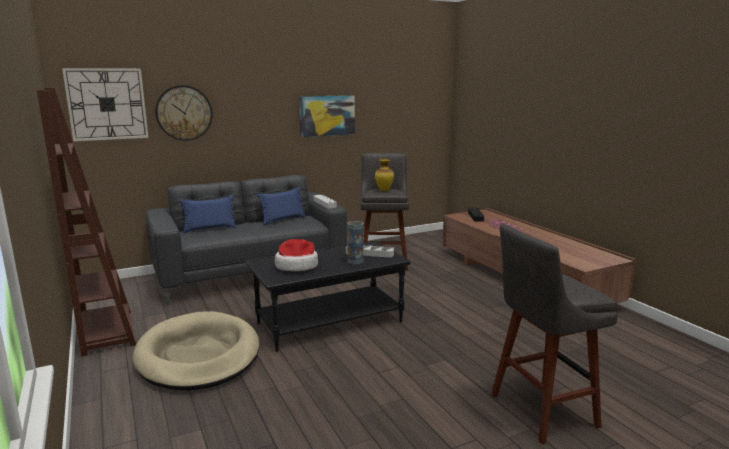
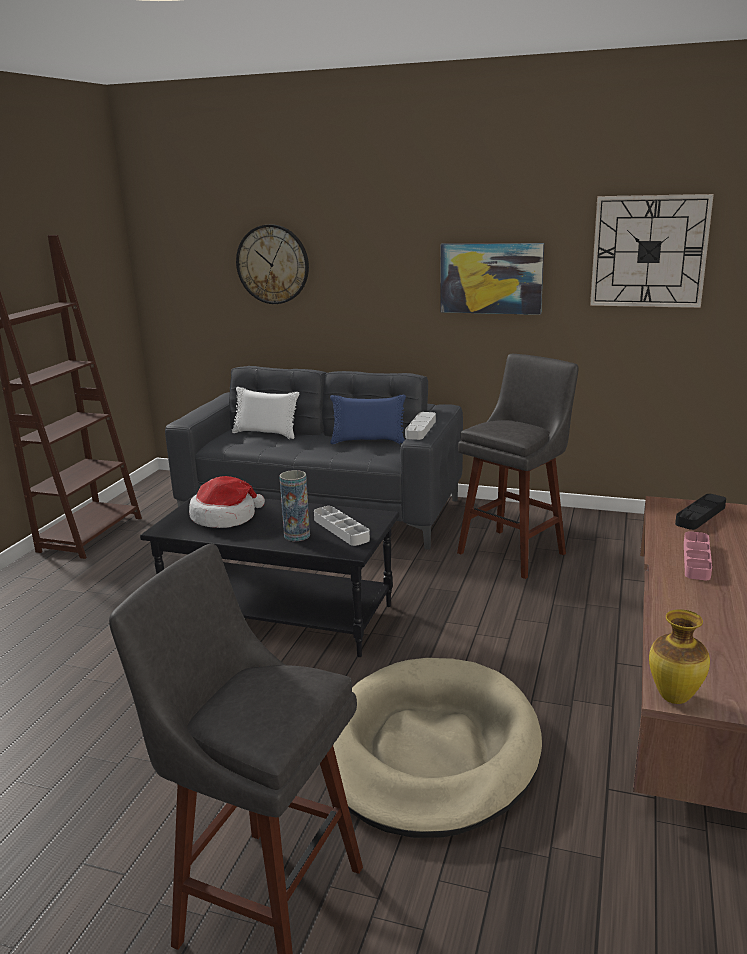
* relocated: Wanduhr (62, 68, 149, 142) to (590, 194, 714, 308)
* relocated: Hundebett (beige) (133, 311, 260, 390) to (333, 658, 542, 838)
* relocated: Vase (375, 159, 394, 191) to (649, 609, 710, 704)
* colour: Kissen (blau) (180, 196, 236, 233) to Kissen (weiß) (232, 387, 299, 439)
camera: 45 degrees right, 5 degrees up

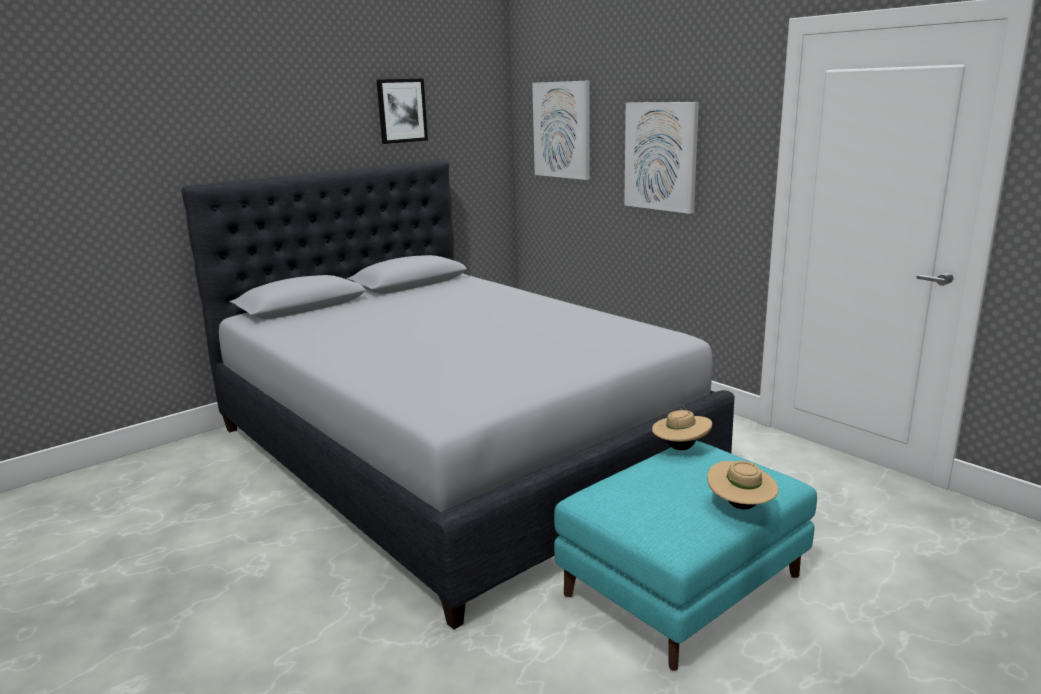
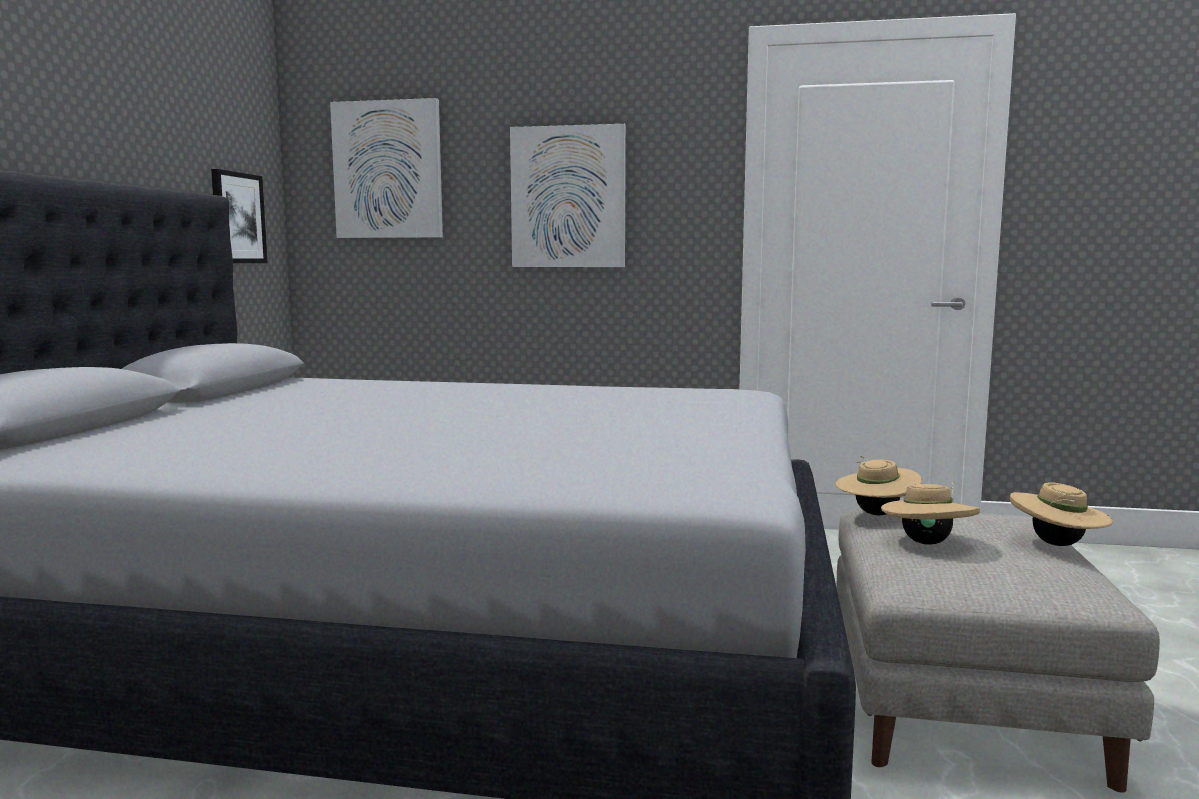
* appeared: Hut (beige) (881, 482, 980, 545)
* relocated: Bild (377, 78, 428, 144) to (211, 169, 268, 263)
* colour: Polsterhocker (türkis) (554, 441, 817, 671) to Polsterhocker (grau) (837, 509, 1160, 793)
camera: 40 degrees left, 10 degrees down

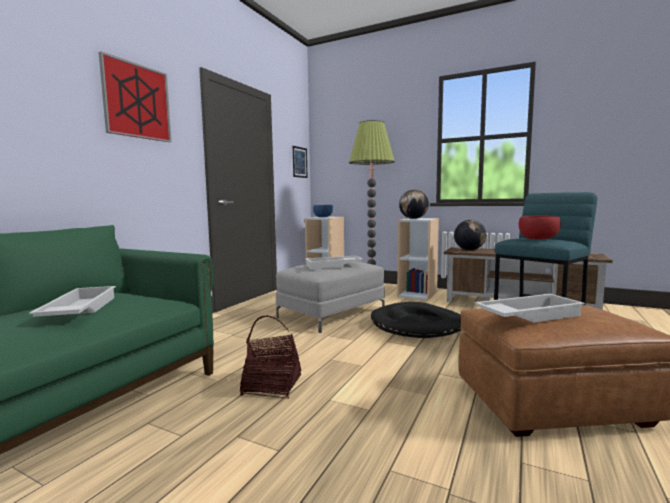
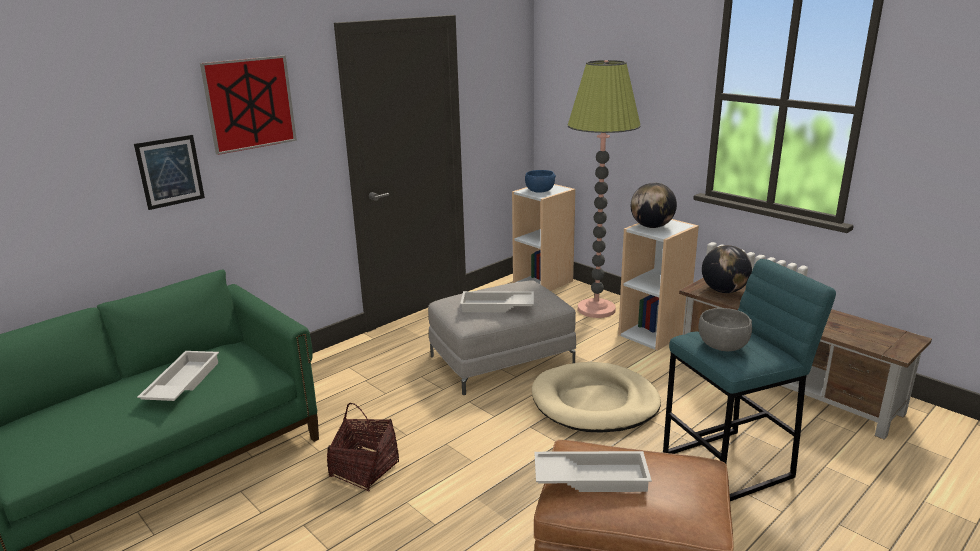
* relocated: Bild (293, 146, 308, 178) to (134, 135, 205, 210)
* colour: Hundebett (schwarz) (371, 302, 461, 338) to Hundebett (beige) (532, 362, 661, 433)
* colour: Schüssel (rot) (519, 216, 561, 239) to Schüssel (grau) (699, 308, 752, 351)
camera: 20 degrees right, 15 degrees up

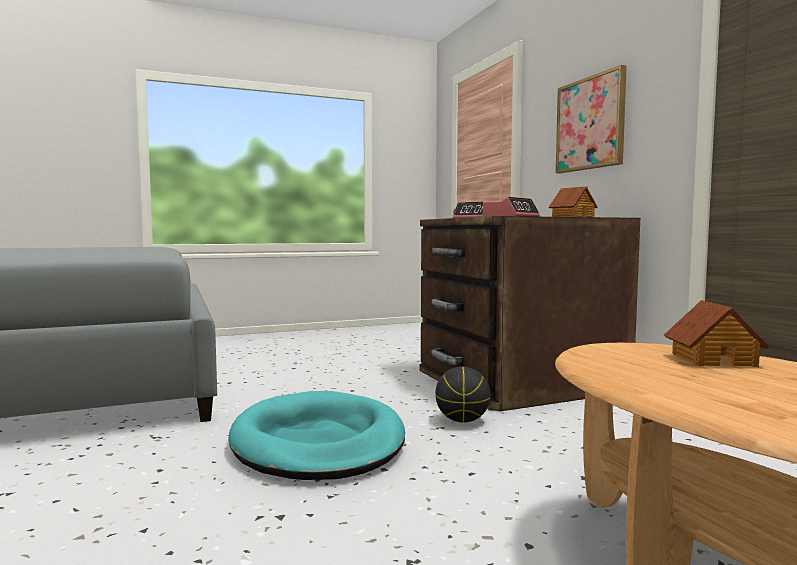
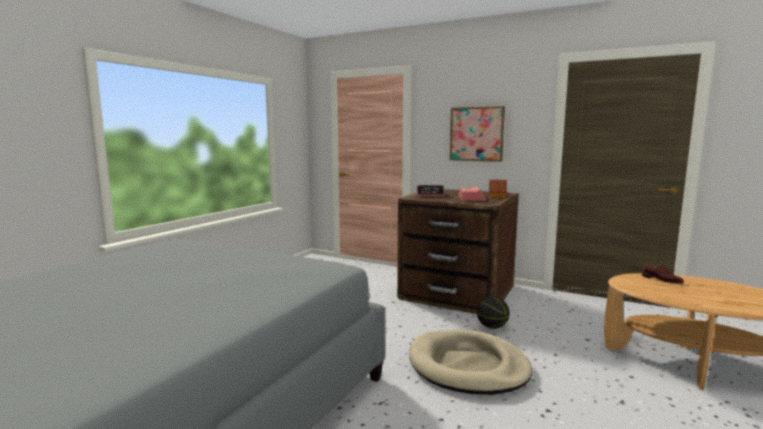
* exchanged: Spielzeughaus (664, 300, 769, 367) to Schuh (braun) (642, 263, 684, 284)
* colour: Hundebett (türkis) (228, 391, 405, 480) to Hundebett (beige) (409, 329, 532, 395)
camera: 40 degrees left, 5 degrees up

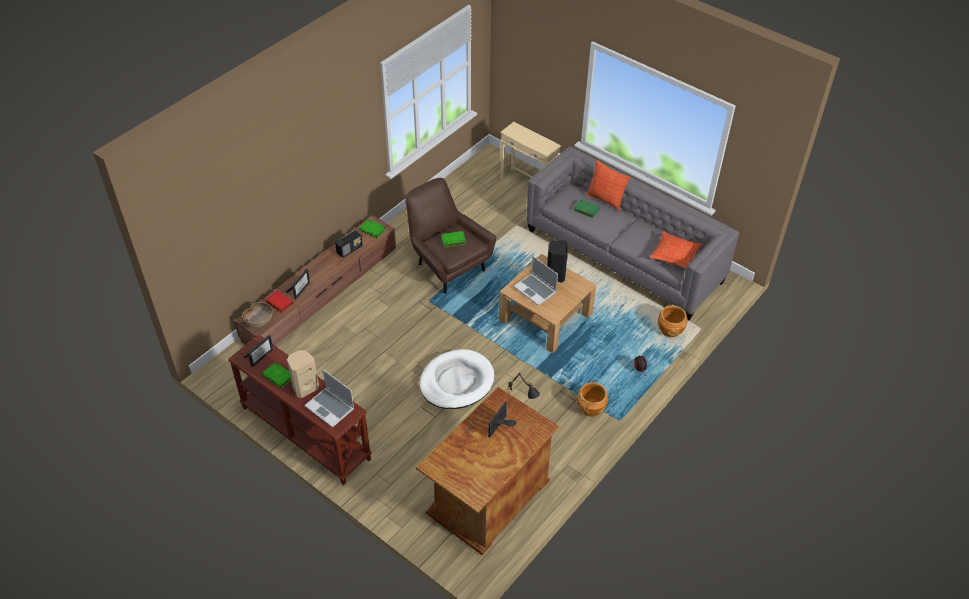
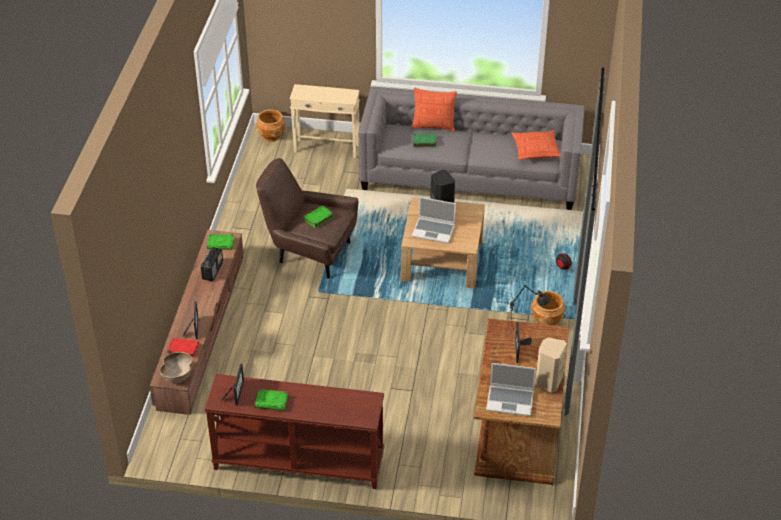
* missing: Hundebett (weiß) (419, 349, 494, 409)
* relocated: Lautsprecher (beige) (287, 350, 319, 398) to (536, 337, 567, 393)
* relocated: Laptop (304, 370, 354, 428) to (486, 363, 536, 416)
* relocated: Pflanzkübel (braun) (657, 305, 688, 338) to (256, 109, 285, 142)
camera: 30 degrees left, 5 degrees down

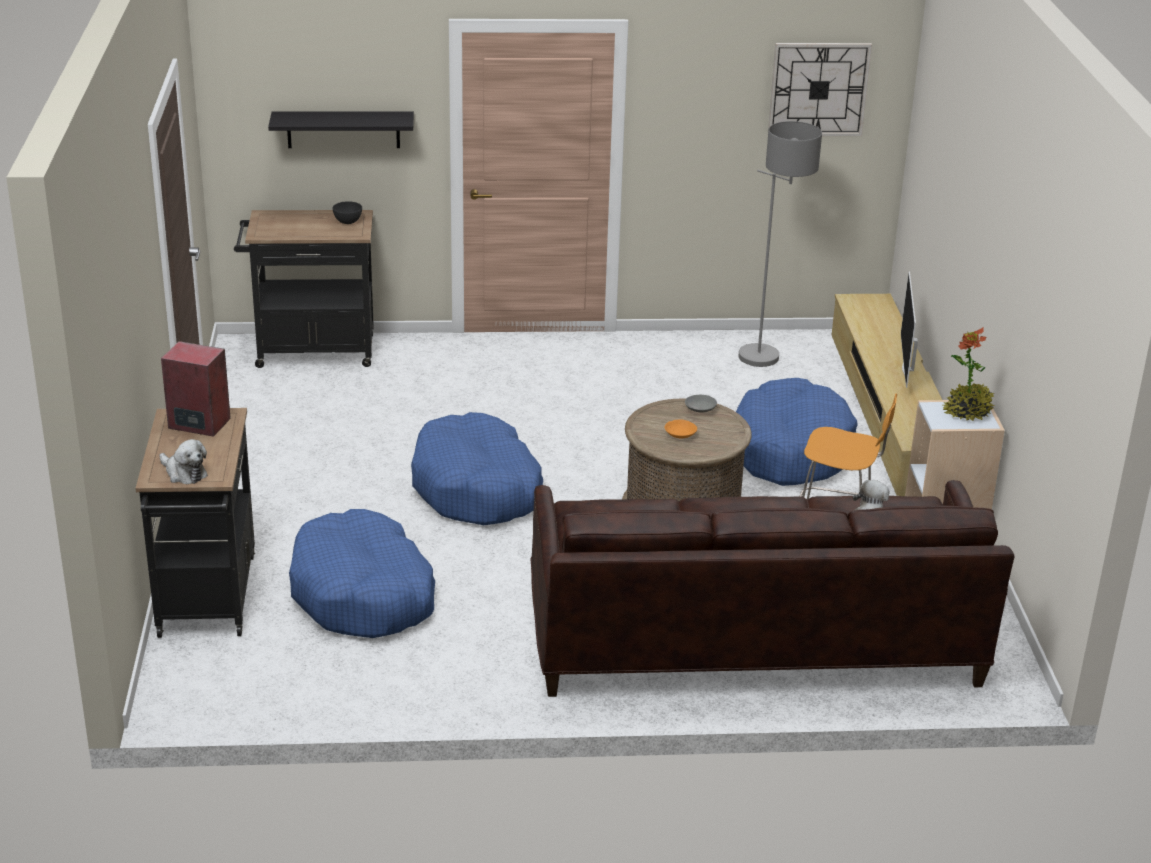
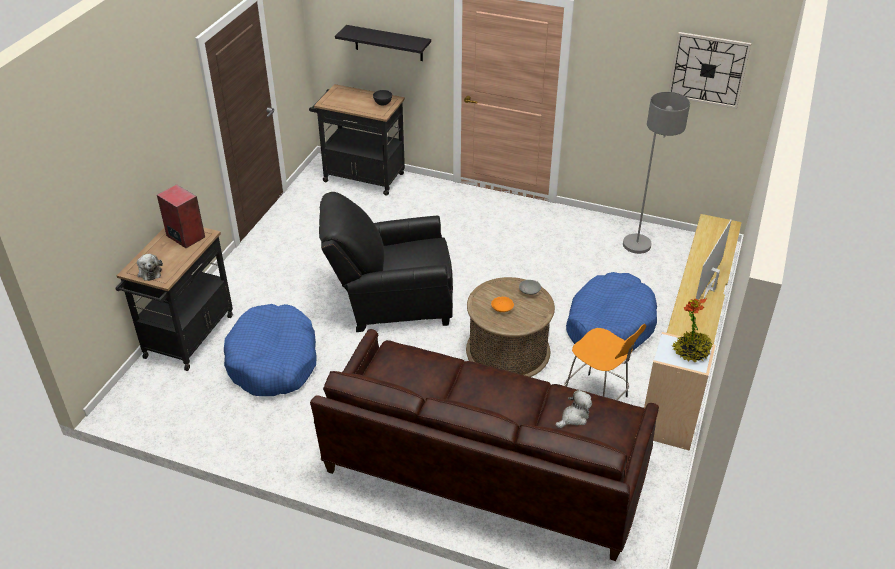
* exchanged: Hundebett (blau) (411, 412, 543, 525) to Sessel (schwarz) (319, 192, 453, 332)
camera: 25 degrees right, 10 degrees up

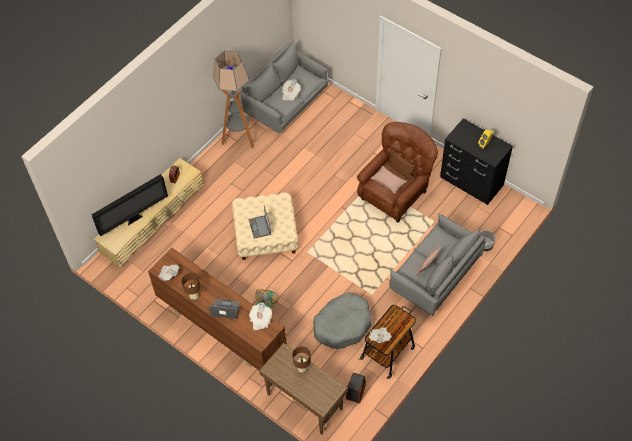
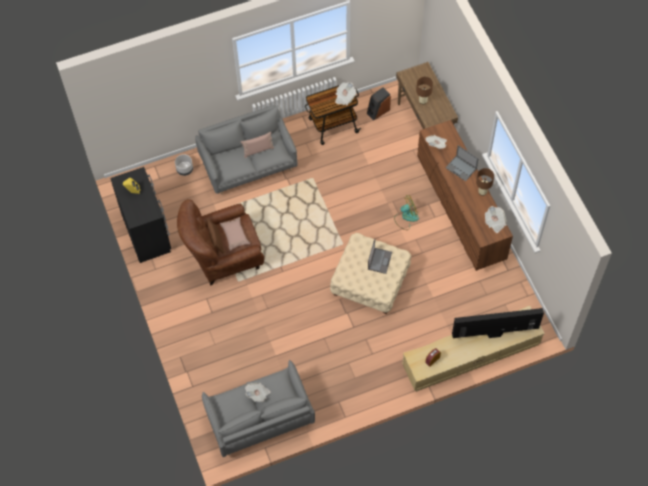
* missing: Stehlampe (213, 51, 254, 148)
* missing: Hundebett (grau) (313, 292, 372, 349)
camera: 150 degrees left, 5 degrees up

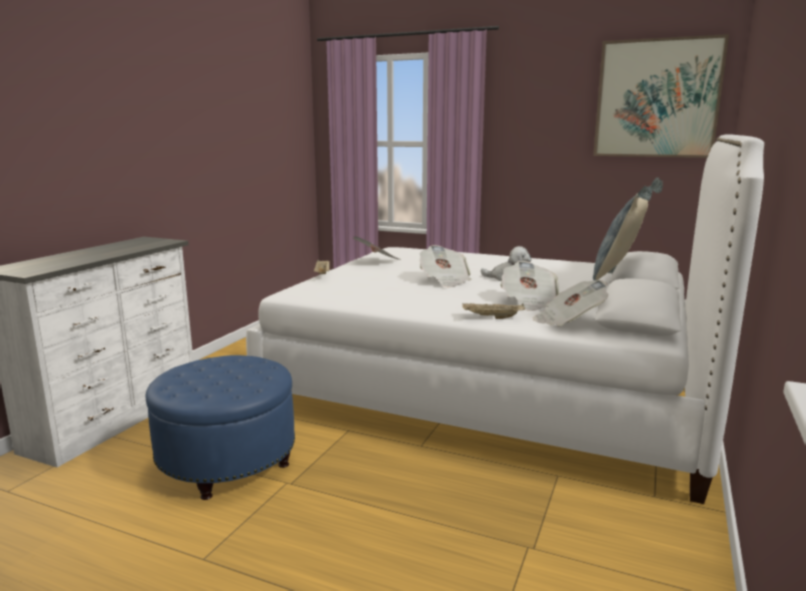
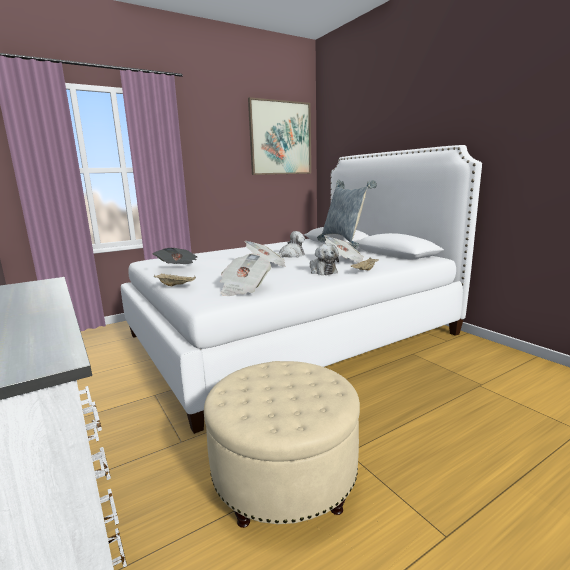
* appeared: Plüschtier (310, 243, 339, 275)
* relocated: Zeitung (533, 280, 609, 327) to (220, 253, 271, 296)
* colour: Polsterhocker (blau) (146, 355, 295, 500) to Polsterhocker (beige) (204, 361, 360, 528)
camera: 55 degrees left, 0 degrees up

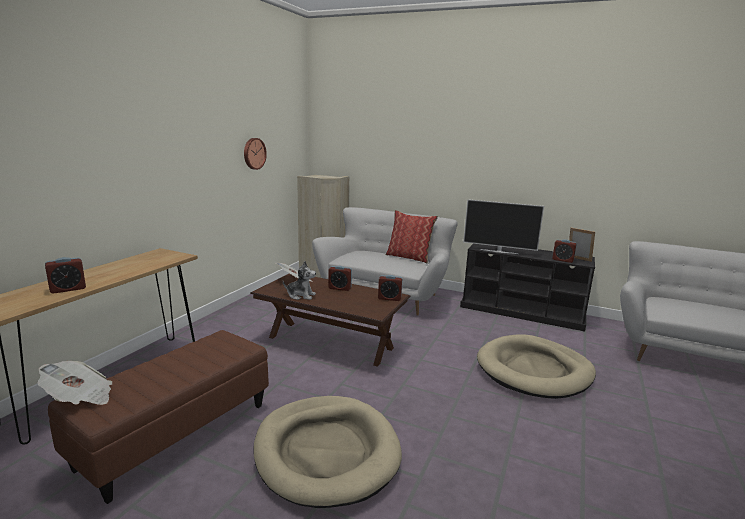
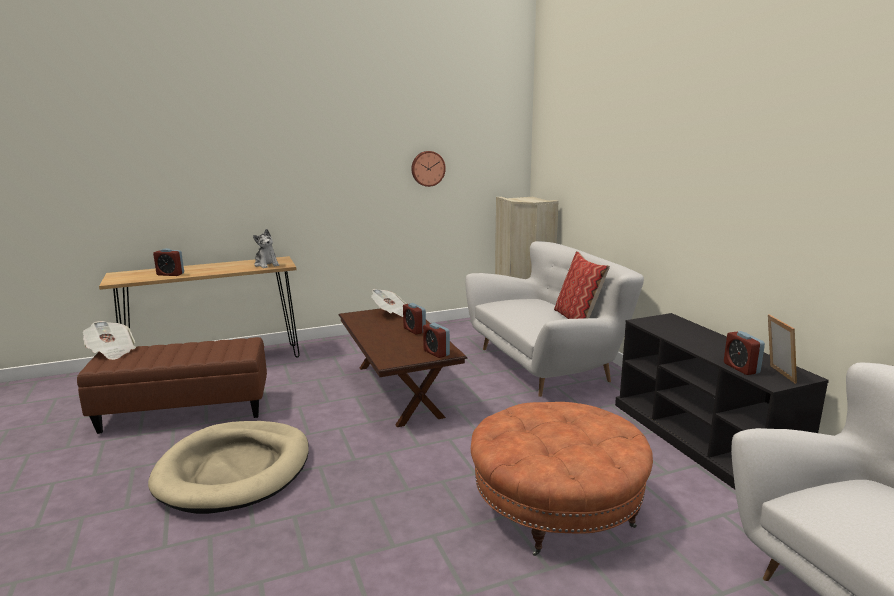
* missing: Fernseher (463, 199, 544, 254)
* relocated: Plüschtier (283, 261, 316, 300) to (253, 229, 279, 268)
* exchanged: Hundebett (beige) (477, 335, 596, 399) to Polsterhocker (braun) (471, 402, 653, 556)
camera: 45 degrees right, 0 degrees up

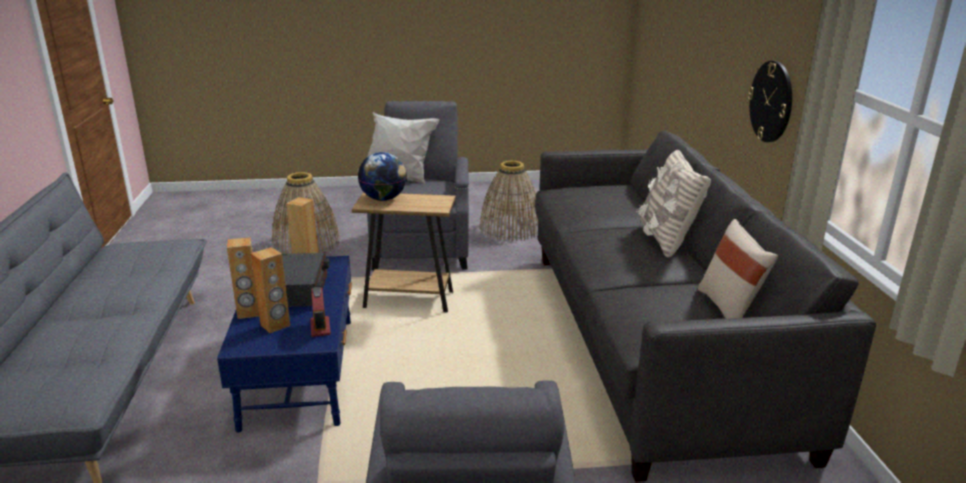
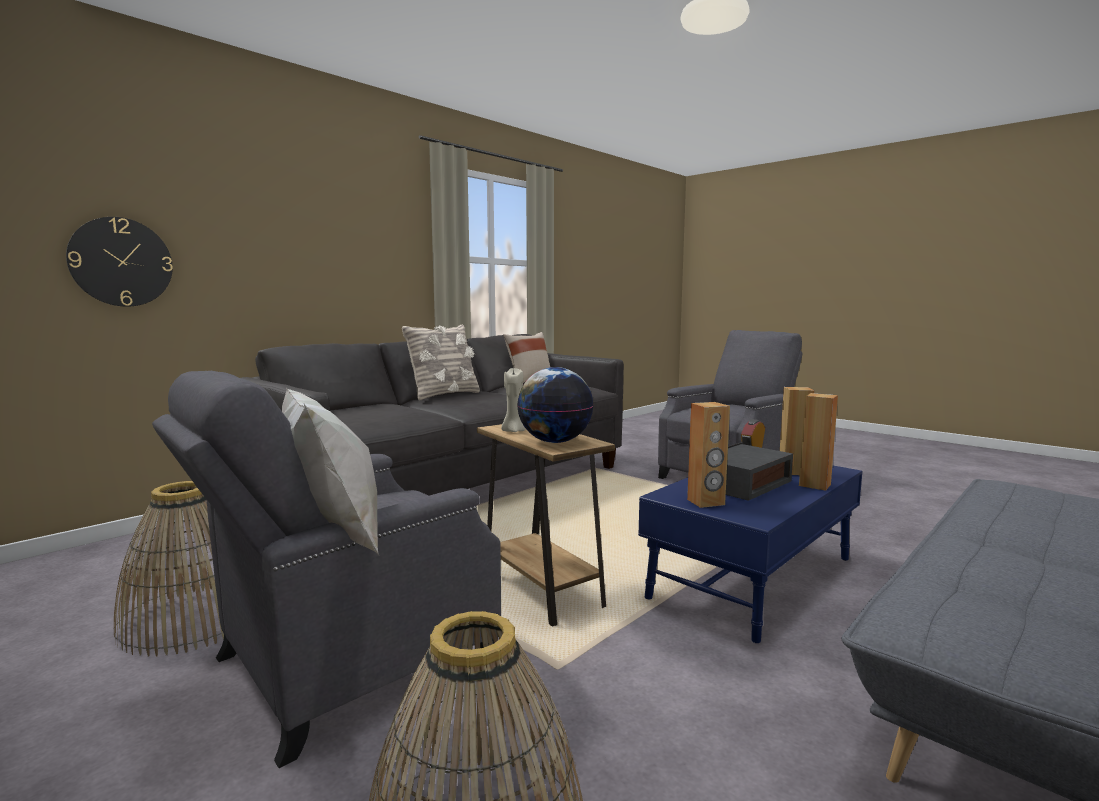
* appeared: Kerze (beige) (501, 367, 525, 432)
* relocated: Wanduhr (748, 61, 792, 142) to (66, 217, 173, 307)
camera: 130 degrees left, 15 degrees down

